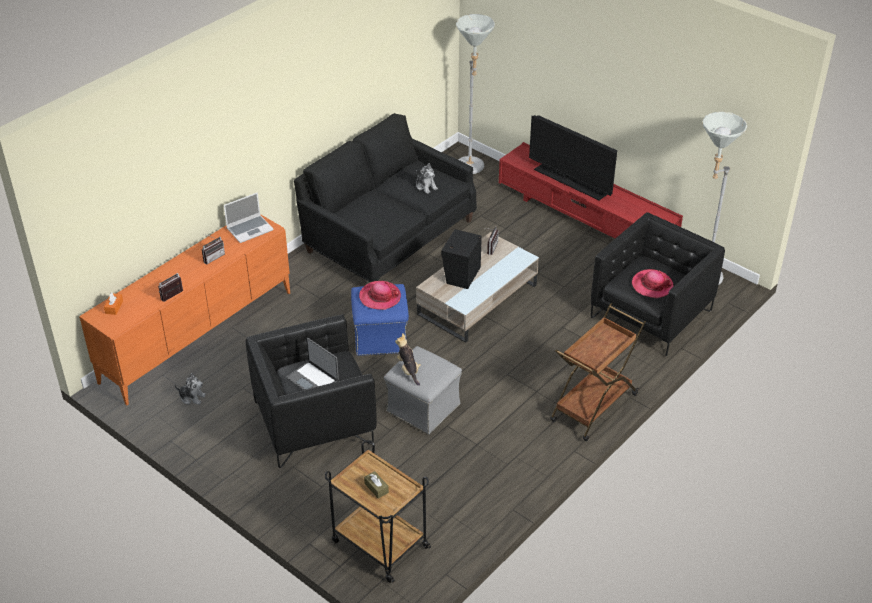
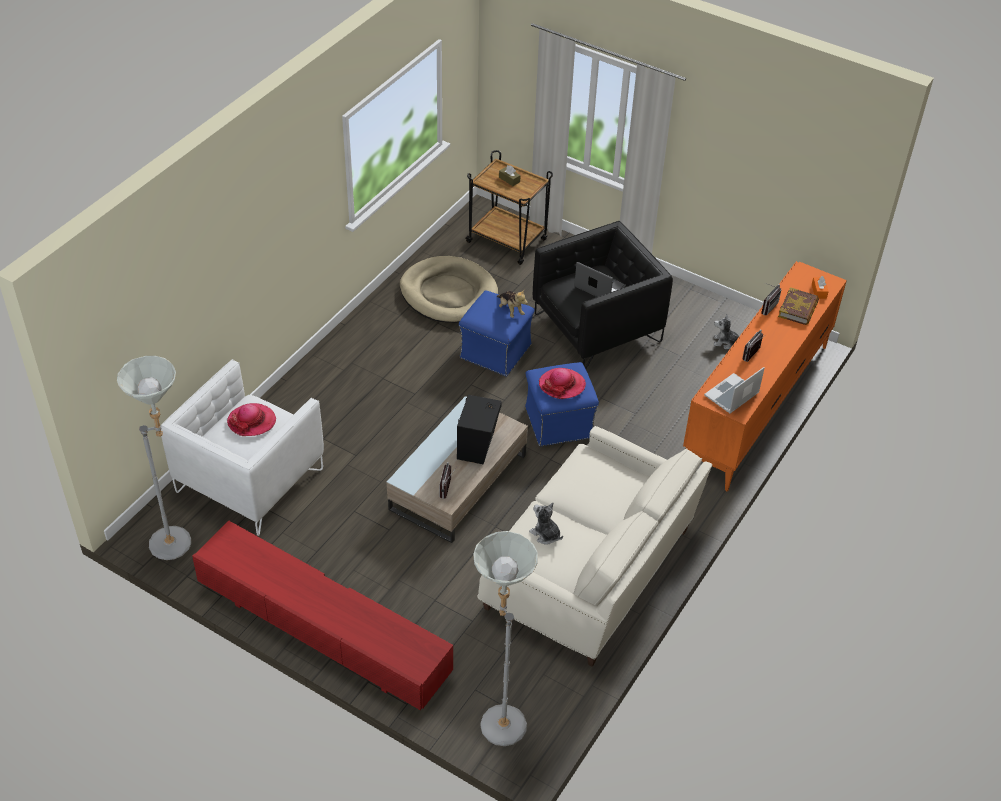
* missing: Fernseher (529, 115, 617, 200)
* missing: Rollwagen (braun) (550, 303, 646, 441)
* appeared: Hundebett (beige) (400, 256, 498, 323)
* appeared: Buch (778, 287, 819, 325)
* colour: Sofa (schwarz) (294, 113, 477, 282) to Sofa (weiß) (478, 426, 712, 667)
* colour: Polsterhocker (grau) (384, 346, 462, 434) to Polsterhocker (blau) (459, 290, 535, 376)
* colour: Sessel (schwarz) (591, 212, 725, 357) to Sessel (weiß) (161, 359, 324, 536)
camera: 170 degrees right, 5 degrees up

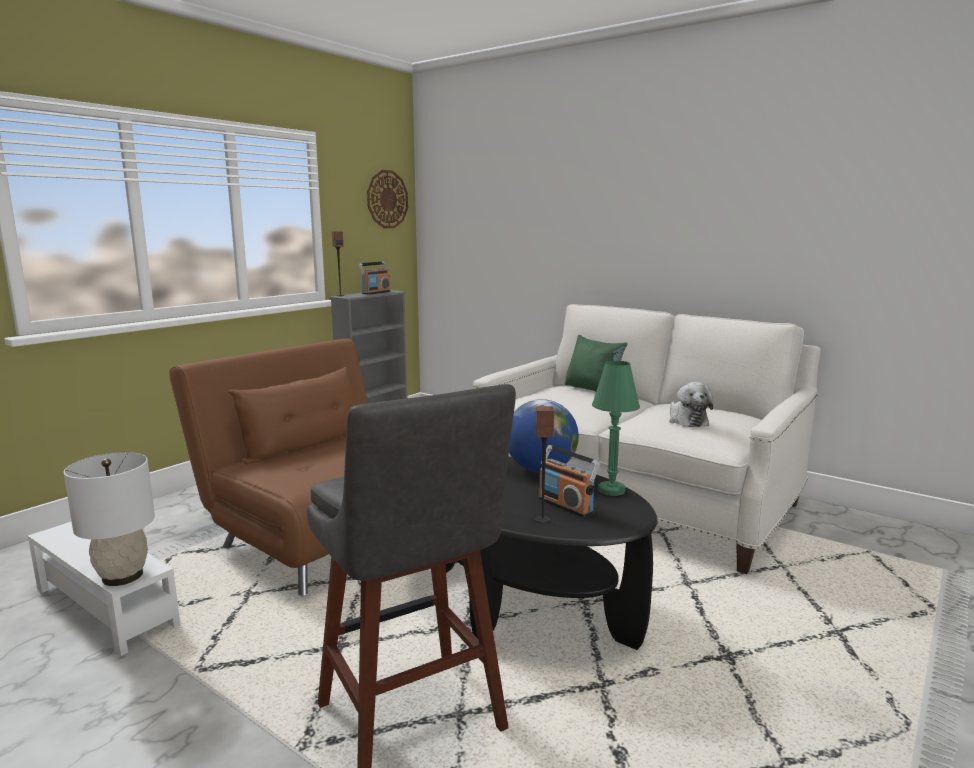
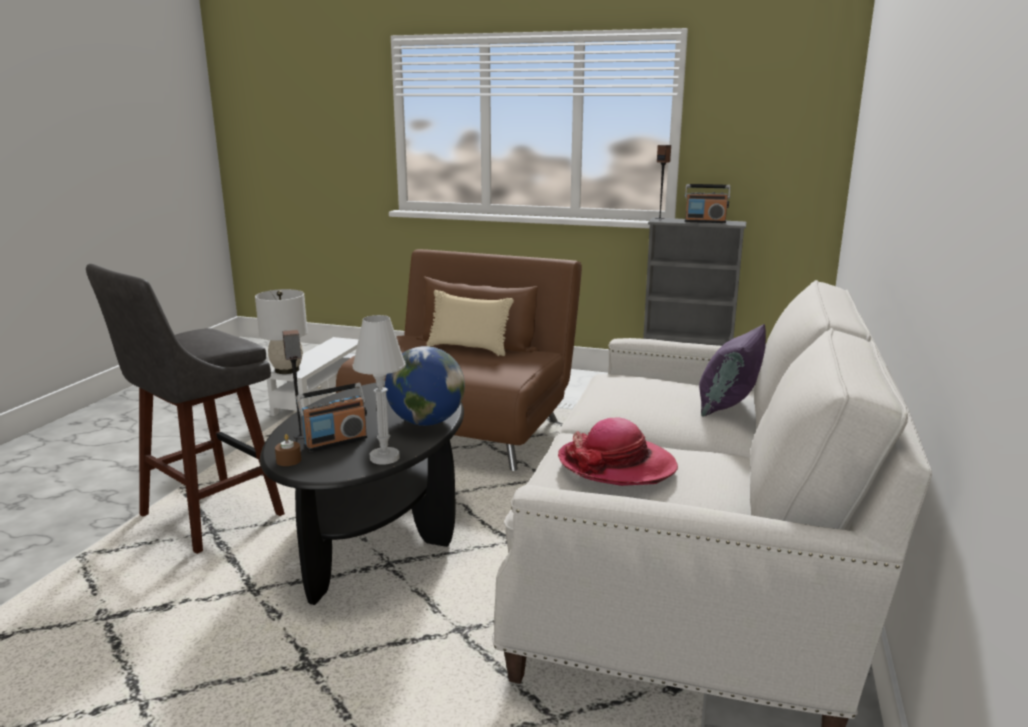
* missing: Wanduhr (367, 170, 408, 228)
* appeared: Kerze (braun) (275, 434, 301, 466)
* appeared: Kissen (beige) (427, 290, 514, 356)
* exchanged: Plüschtier (669, 382, 713, 427) to Hut (558, 418, 678, 486)
* colour: Kissen (grün) (565, 335, 627, 391) to Kissen (lila) (699, 324, 766, 417)
* colour: Tischlampe (grün) (592, 361, 640, 496) to Tischlampe (weiß) (353, 315, 406, 465)
* spun: Radio (539, 445, 600, 518) = (296, 383, 367, 452) 150 degrees counterclockwise
camera: 70 degrees right, 5 degrees up

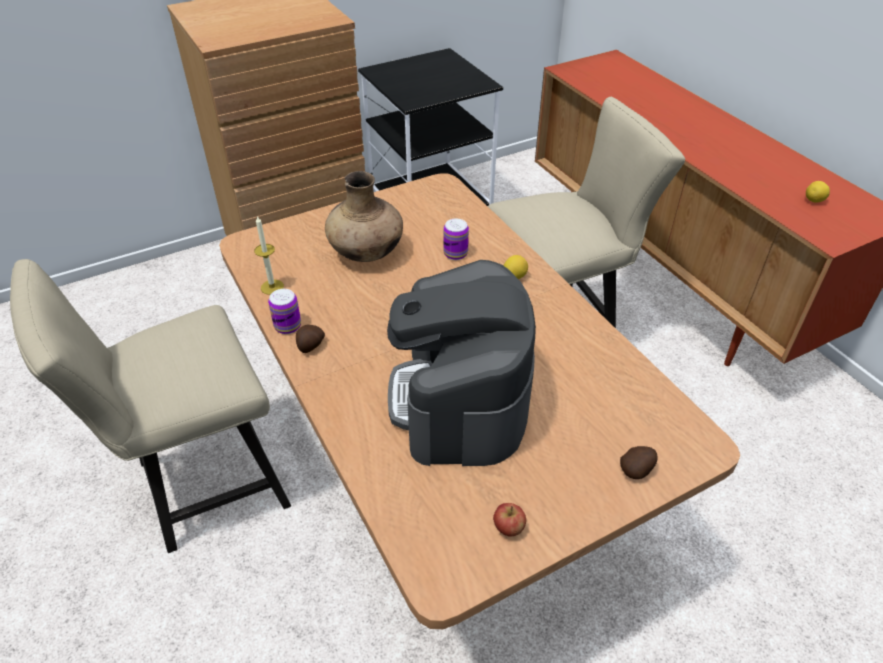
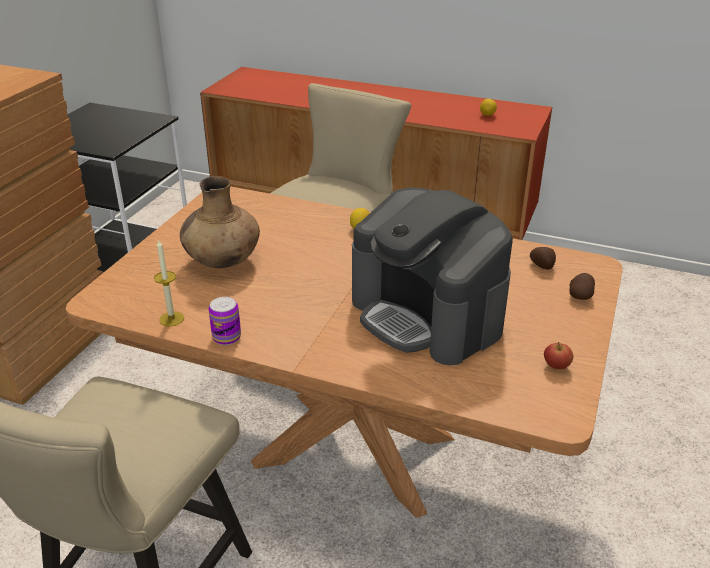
* missing: Dose (444, 219, 469, 260)
* relocated: Kartoffel (296, 325, 325, 353) to (530, 247, 556, 270)
camera: 40 degrees left, 10 degrees down

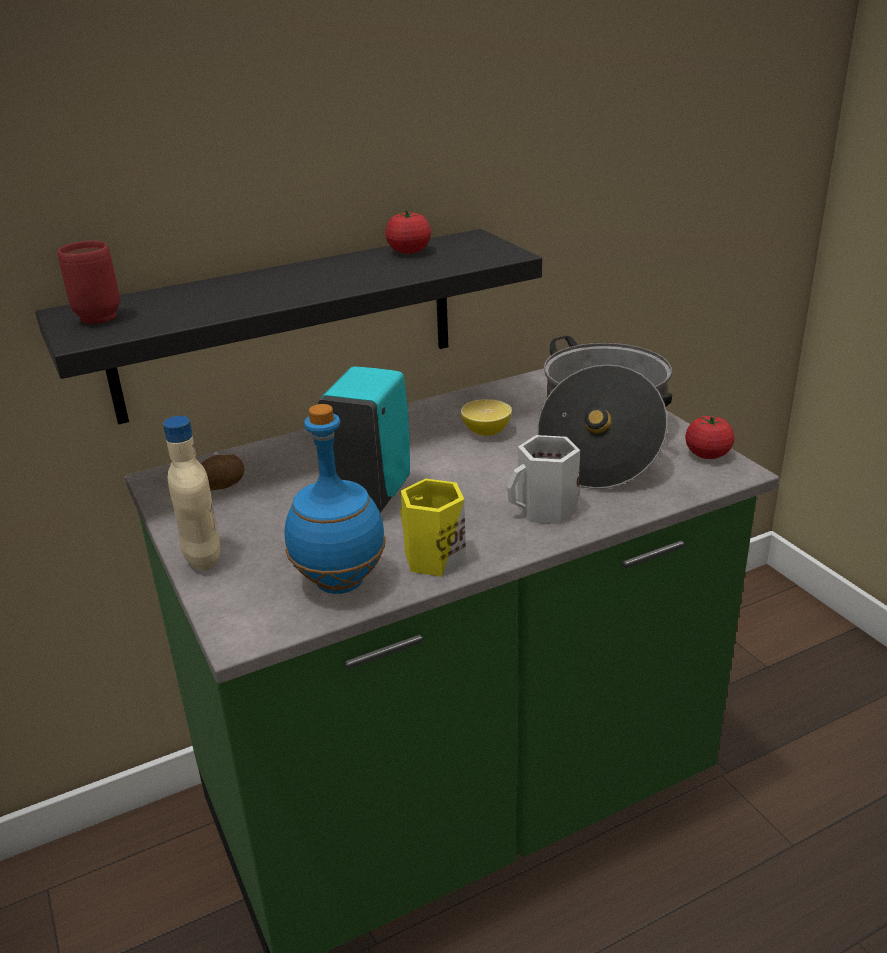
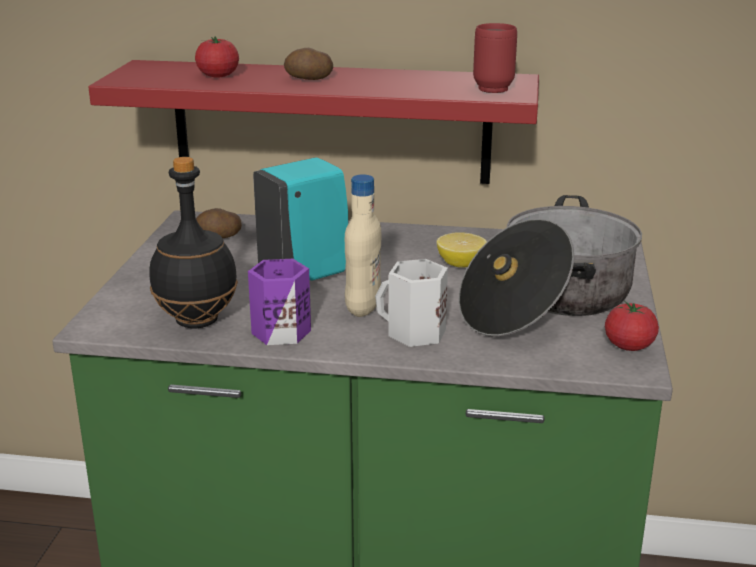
* appeared: Kartoffel (284, 48, 333, 80)
* relocated: Henkelbecher (rot) (58, 241, 120, 324) to (473, 23, 517, 93)
* relocated: Flasche (beige) (163, 416, 220, 571) to (345, 174, 381, 317)
* relocated: Tomate (385, 210, 431, 254) to (195, 36, 239, 78)
* colour: Wandregal (schwarz) (35, 229, 542, 425) to Wandregal (rot) (88, 60, 539, 184)
* colour: Flasche (blau) (285, 404, 386, 594) to Flasche (schwarz) (149, 157, 238, 328)
* colour: Henkelbecher (gelb) (400, 479, 466, 577) to Henkelbecher (lila) (248, 259, 311, 345)
camera: 35 degrees right, 5 degrees down

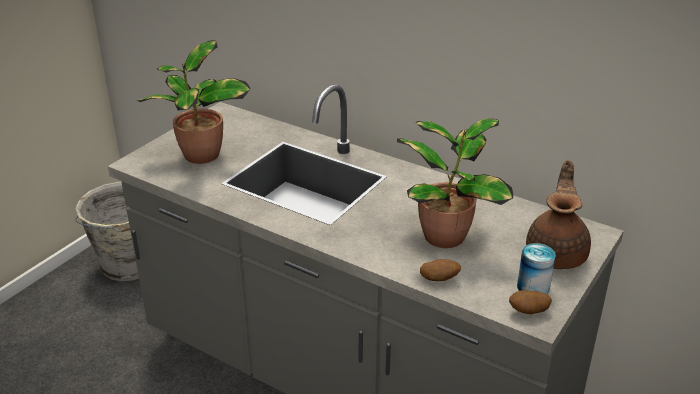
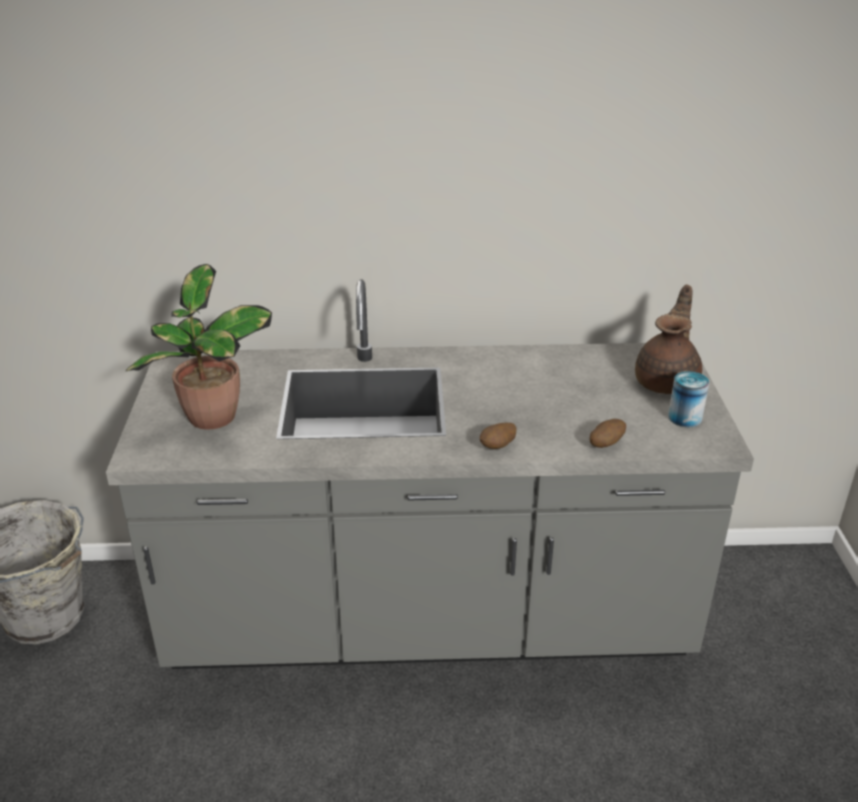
* missing: Topfpflanze (397, 119, 513, 248)
* relocated: Kartoffel (509, 290, 552, 314) to (480, 423, 517, 449)
* spun: Teekanne (braun) (526, 160, 591, 269) = (635, 284, 702, 394) 45 degrees clockwise
camera: 35 degrees left, 0 degrees up

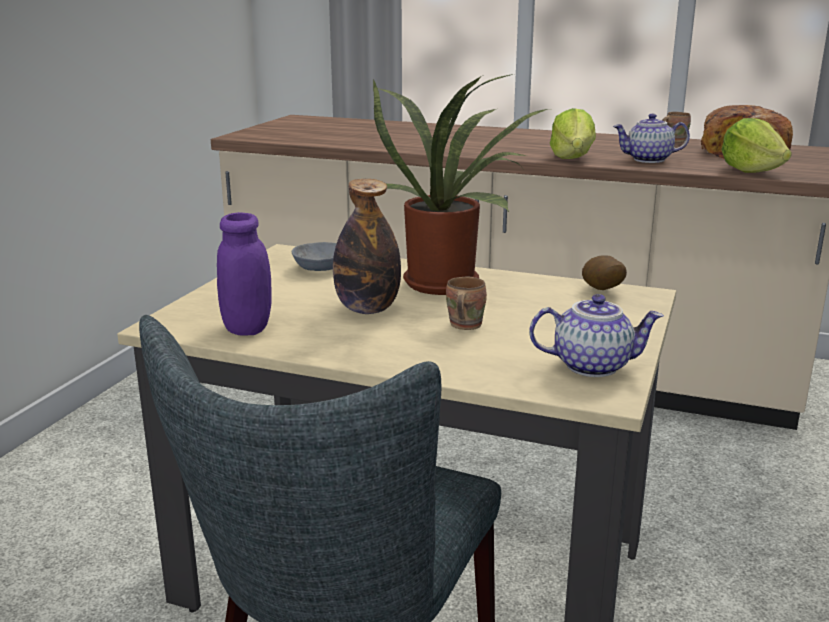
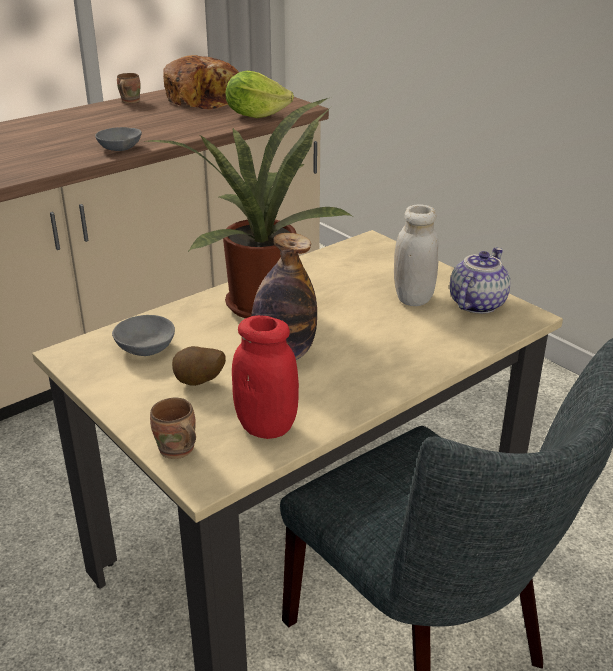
* missing: Teekanne (613, 114, 690, 163)
* appeared: Vorratsglas (weiß) (394, 204, 439, 306)
* relocated: Henkelbecher (braun) (446, 277, 487, 330) to (150, 398, 196, 459)
* relocated: Kartoffel (582, 255, 627, 290) to (172, 346, 226, 386)
* exchanged: Salatkopf (550, 108, 596, 159) to Schüssel (grau) (95, 127, 142, 151)
* colour: Vorratsglas (lila) (217, 212, 272, 336) to Vorratsglas (rot) (232, 315, 299, 439)
camera: 60 degrees left, 10 degrees up

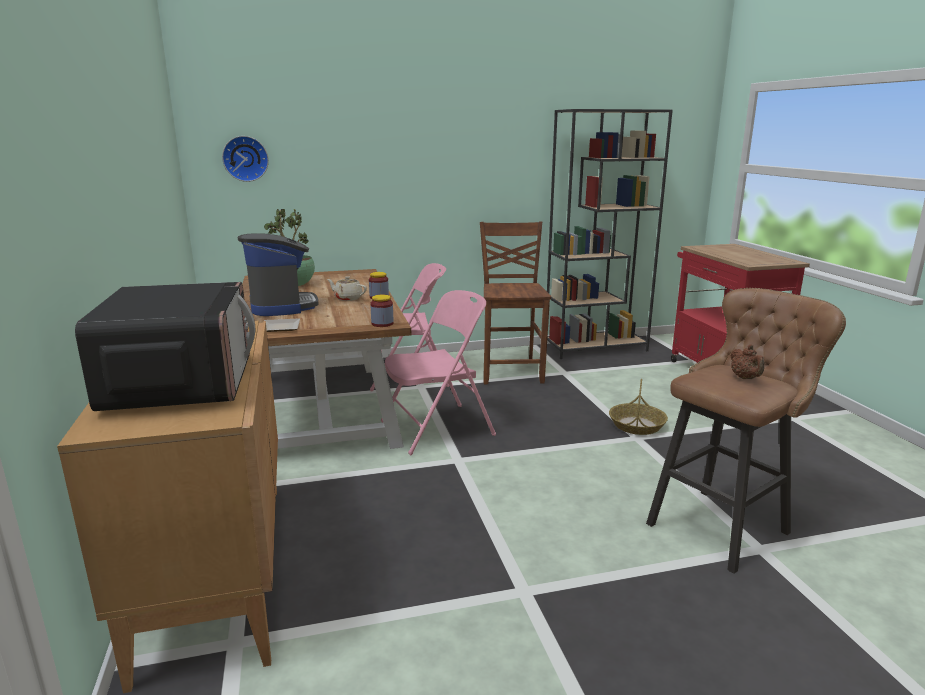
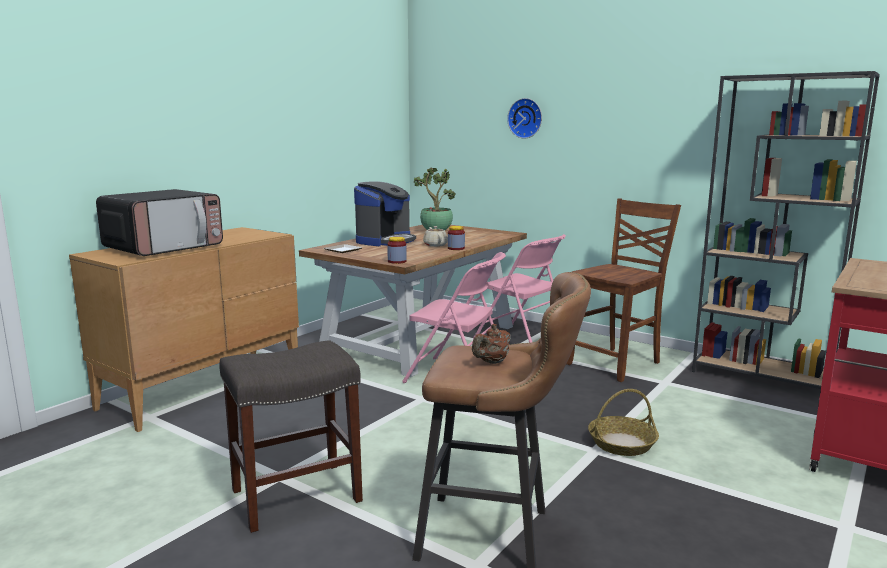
* appeared: Hocker (grau) (219, 340, 363, 533)
* relocated: Wanduhr (222, 136, 269, 182) to (507, 98, 542, 139)
camera: 50 degrees right, 5 degrees down

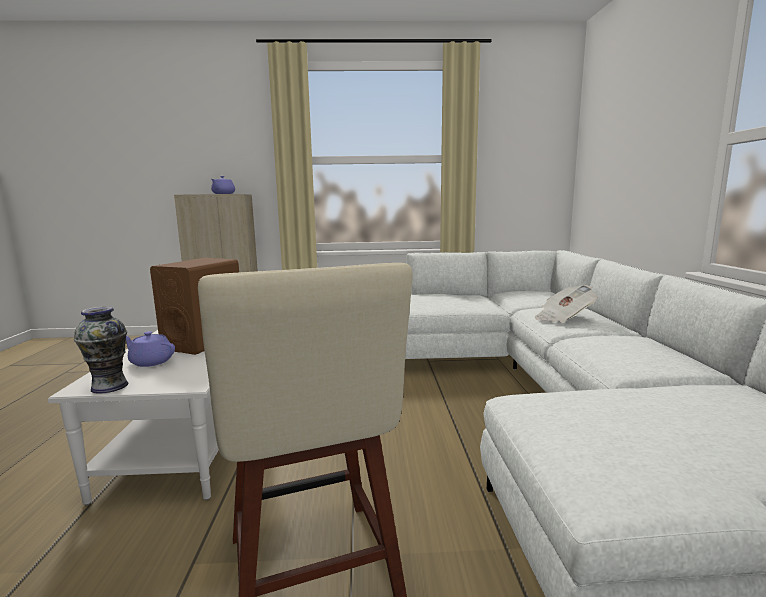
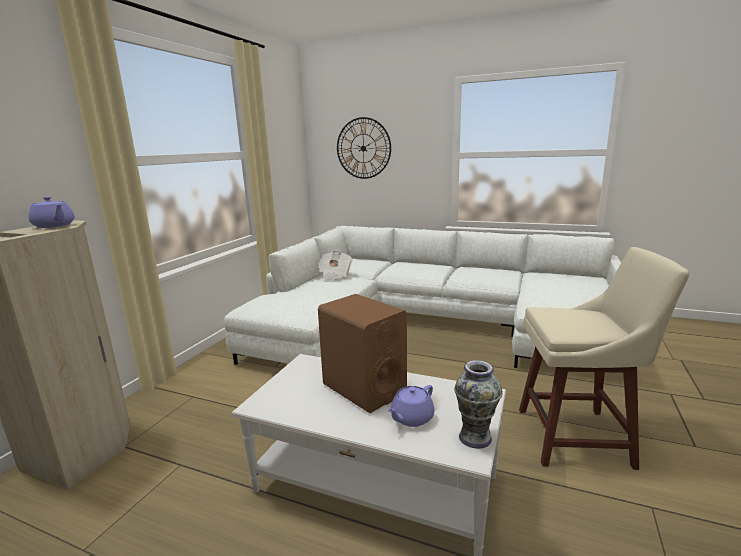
* appeared: Wanduhr (337, 117, 391, 179)
* relocated: Zeitung (535, 285, 597, 322) to (318, 250, 353, 280)
camera: 65 degrees left, 5 degrees up

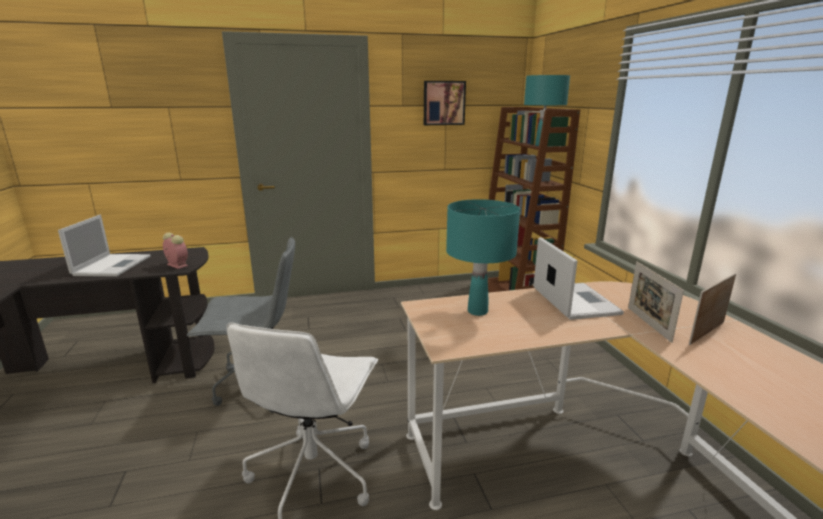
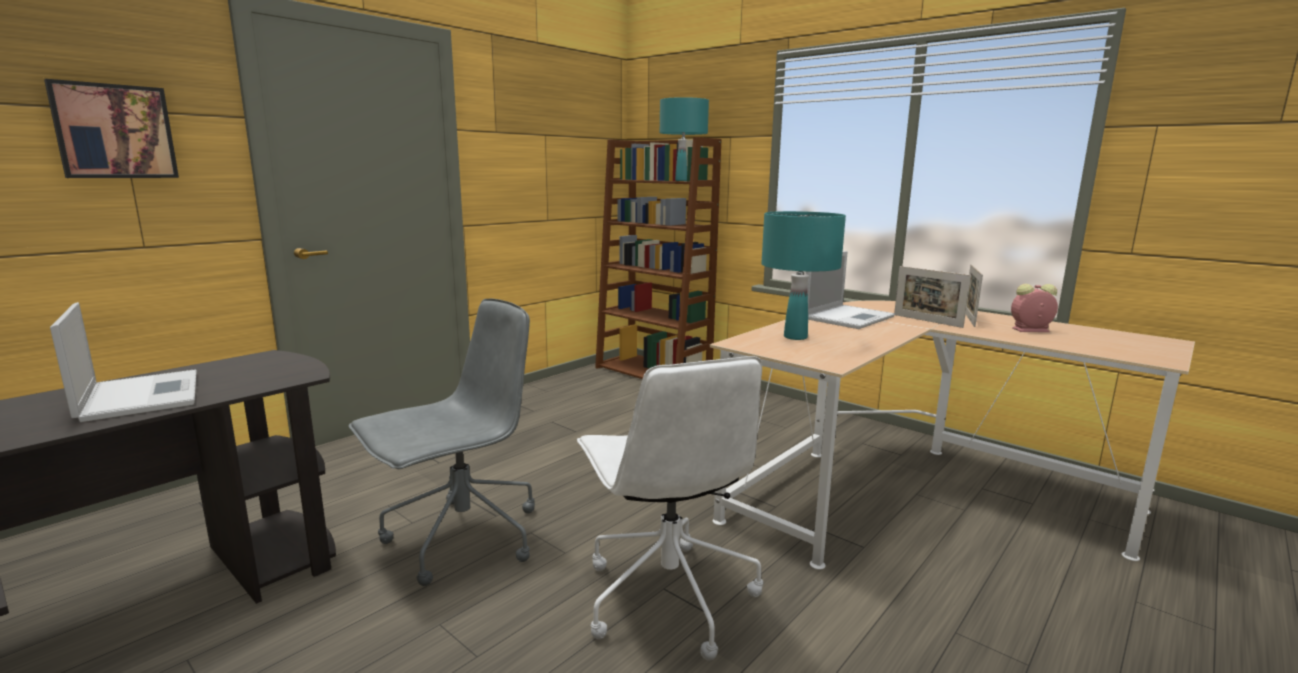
* relocated: Wecker (163, 232, 188, 269) to (1011, 284, 1058, 332)
* relocated: Bild (424, 81, 466, 125) to (44, 79, 179, 178)
* spun: Laptop (533, 237, 624, 320) = (806, 251, 895, 329) 90 degrees clockwise
camera: 35 degrees left, 5 degrees down

